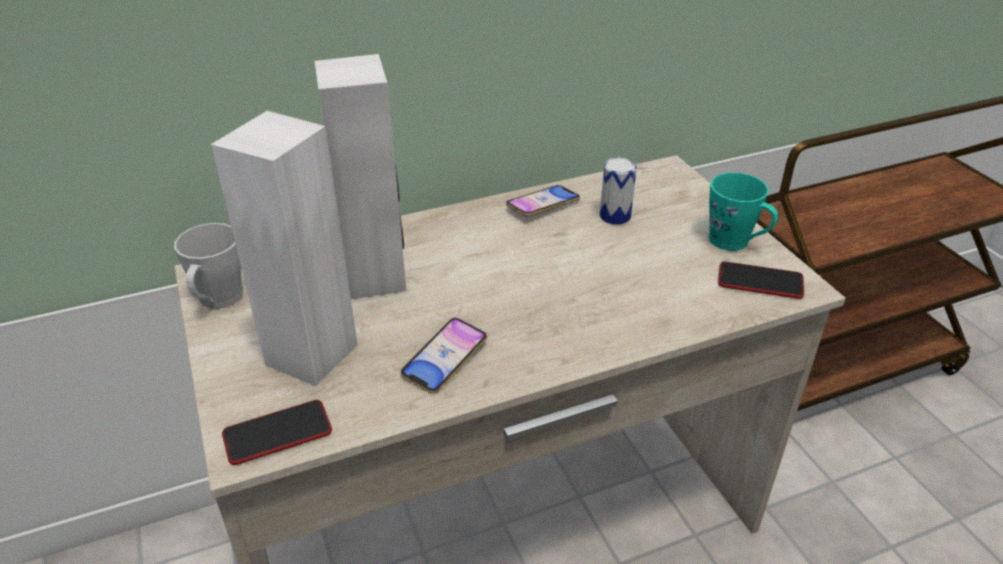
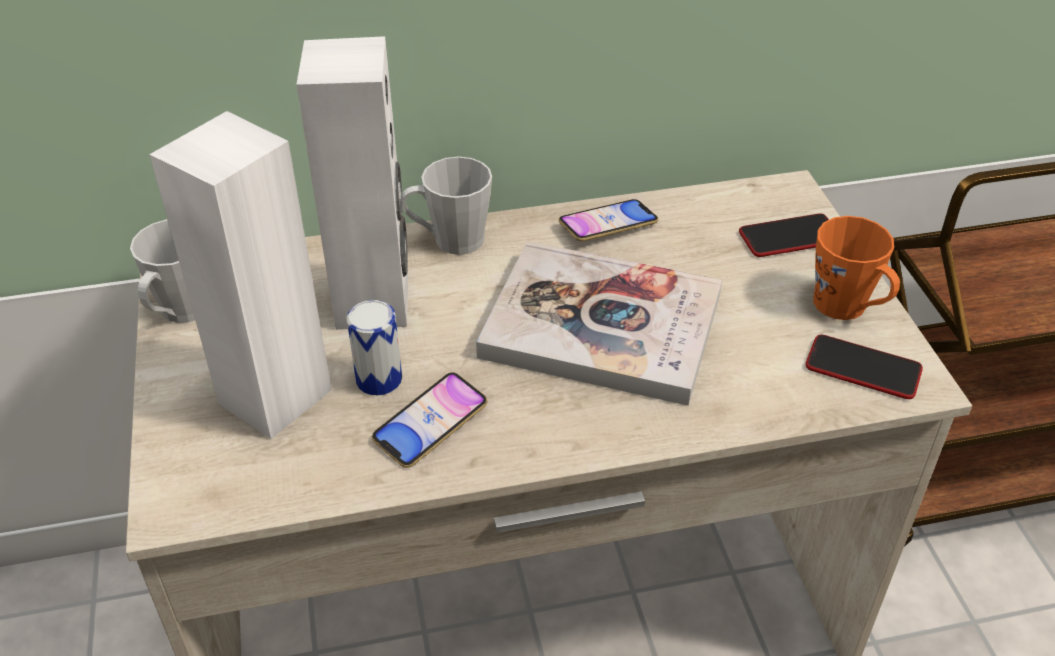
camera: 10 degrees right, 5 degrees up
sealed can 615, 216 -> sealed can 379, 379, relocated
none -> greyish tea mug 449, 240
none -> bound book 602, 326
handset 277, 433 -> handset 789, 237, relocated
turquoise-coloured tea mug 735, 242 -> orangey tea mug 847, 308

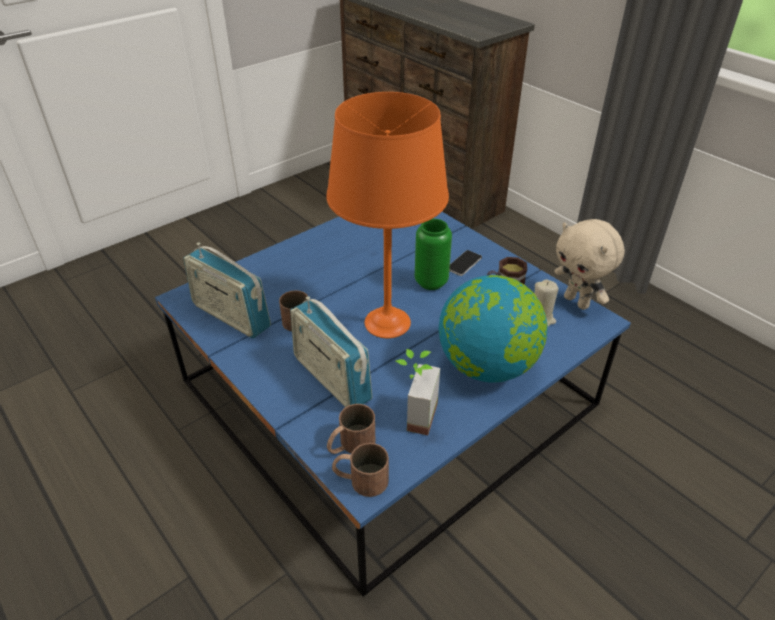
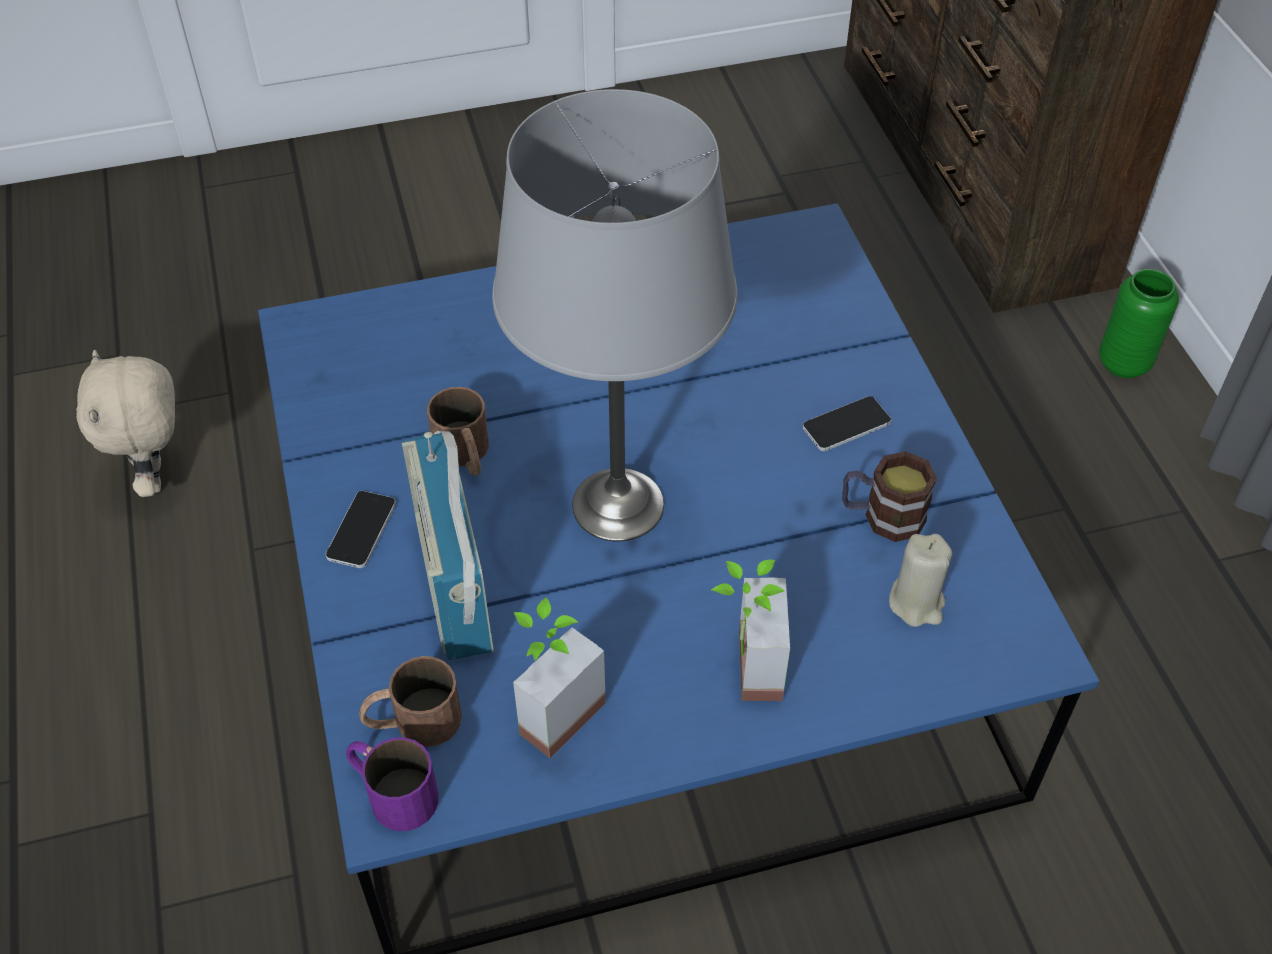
camera: 25 degrees right, 10 degrees up
beige-coloured cuddly toy 577, 302 -> beige-coloured cuddly toy 157, 477, relocated
none -> handset 361, 530
brownish tea mug 360, 479 -> purple tea mug 391, 791
orangey table lamp 387, 322 -> greyish table lamp 618, 503
desk globe 487, 366 -> plant in a pot 742, 665
green flower vase 431, 282 -> green flower vase 1123, 363, relocated
radio set 231, 316 -> none

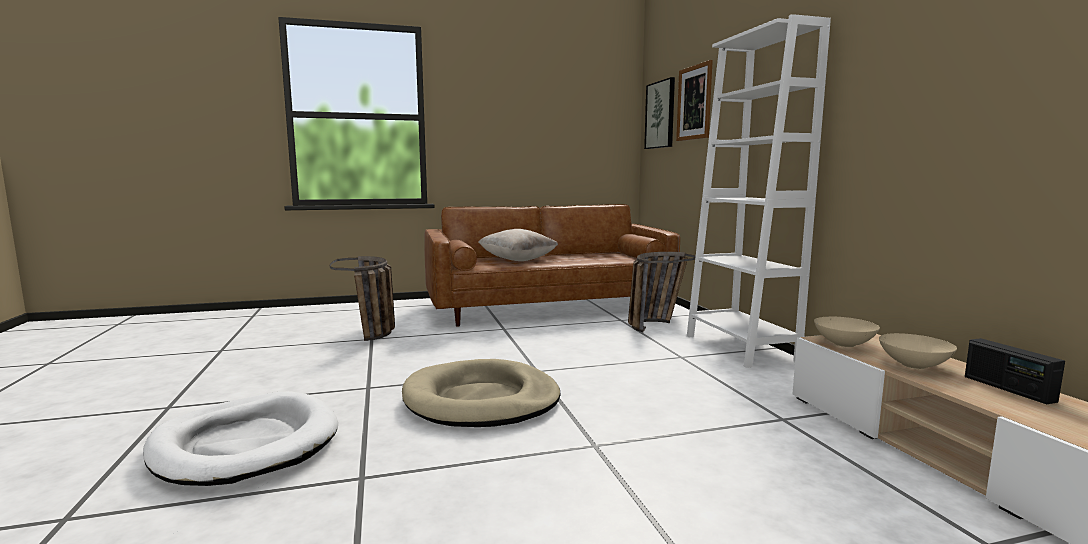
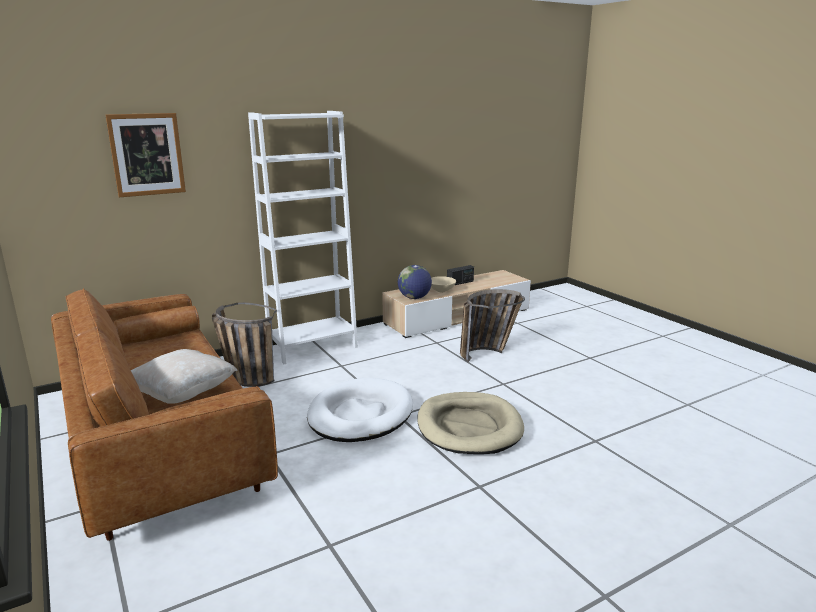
camera: 105 degrees left, 10 degrees up
whitish pet bed 246, 444 -> whitish pet bed 360, 415, relocated
beige-coloured deep dish 844, 344 -> desk globe 414, 298
storage basket 373, 336 -> storage basket 488, 353, relocated
picture 660, 115 -> none

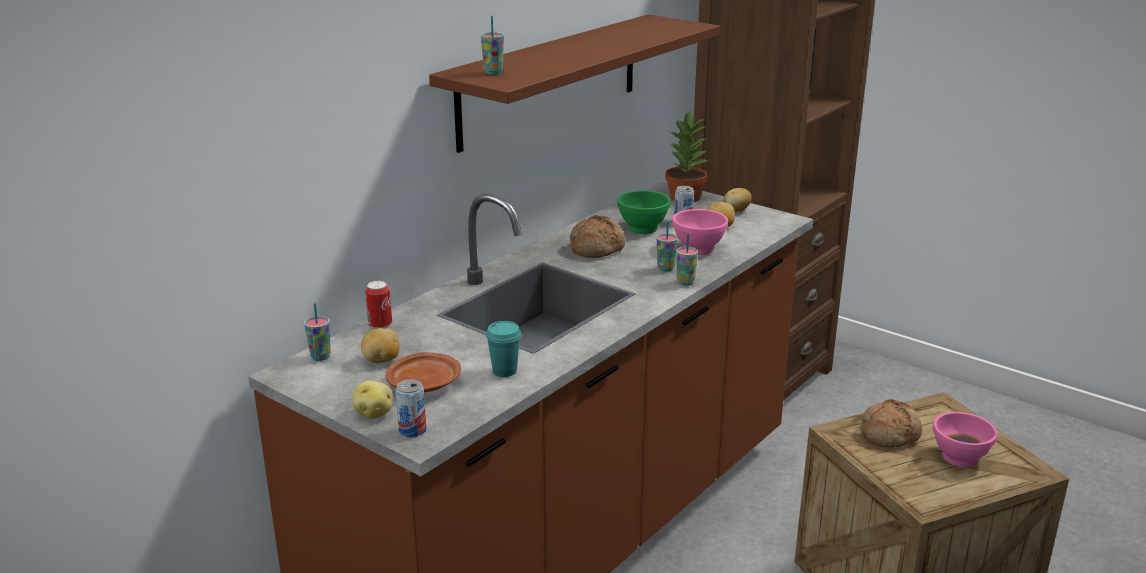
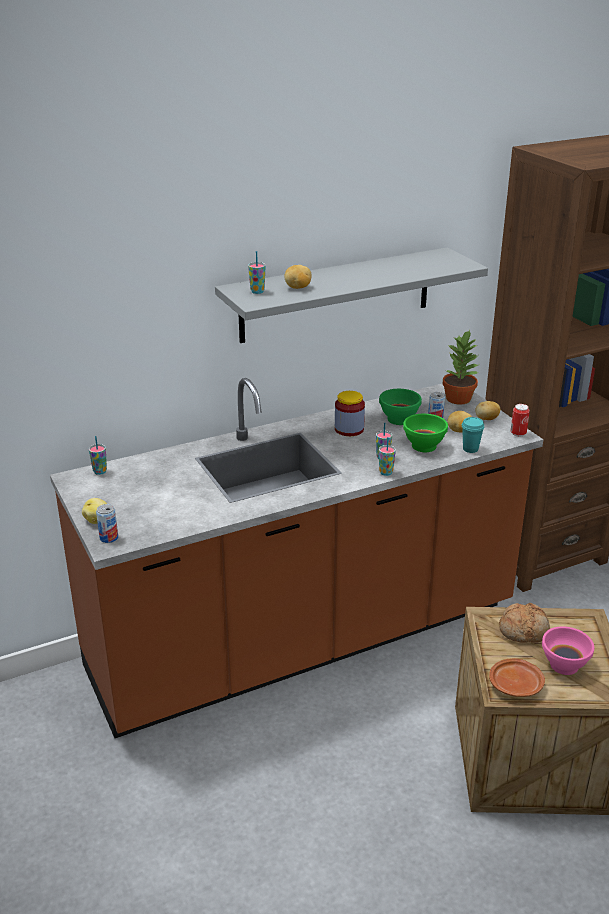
camera: 25 degrees right, 5 degrees up
brownish bracket shelf 550, 80 -> greyish bracket shelf 336, 295
spud 382, 360 -> spud 298, 287, relocated
baked bread 596, 248 -> jar 349, 429
pinkish deep dish 698, 248 -> green deep dish 424, 446
turquoise-coloured small cup 504, 371 -> turquoise-coloured small cup 470, 449, relocated
brownish plate 424, 384 -> brownish plate 516, 685, relocated
sealed can 380, 325 -> sealed can 518, 433, relocated

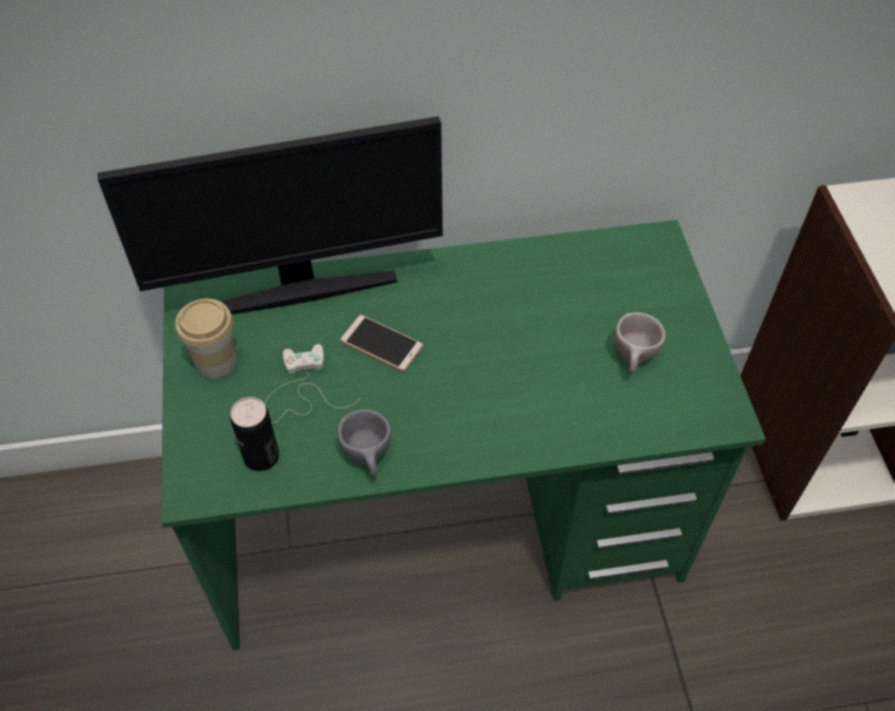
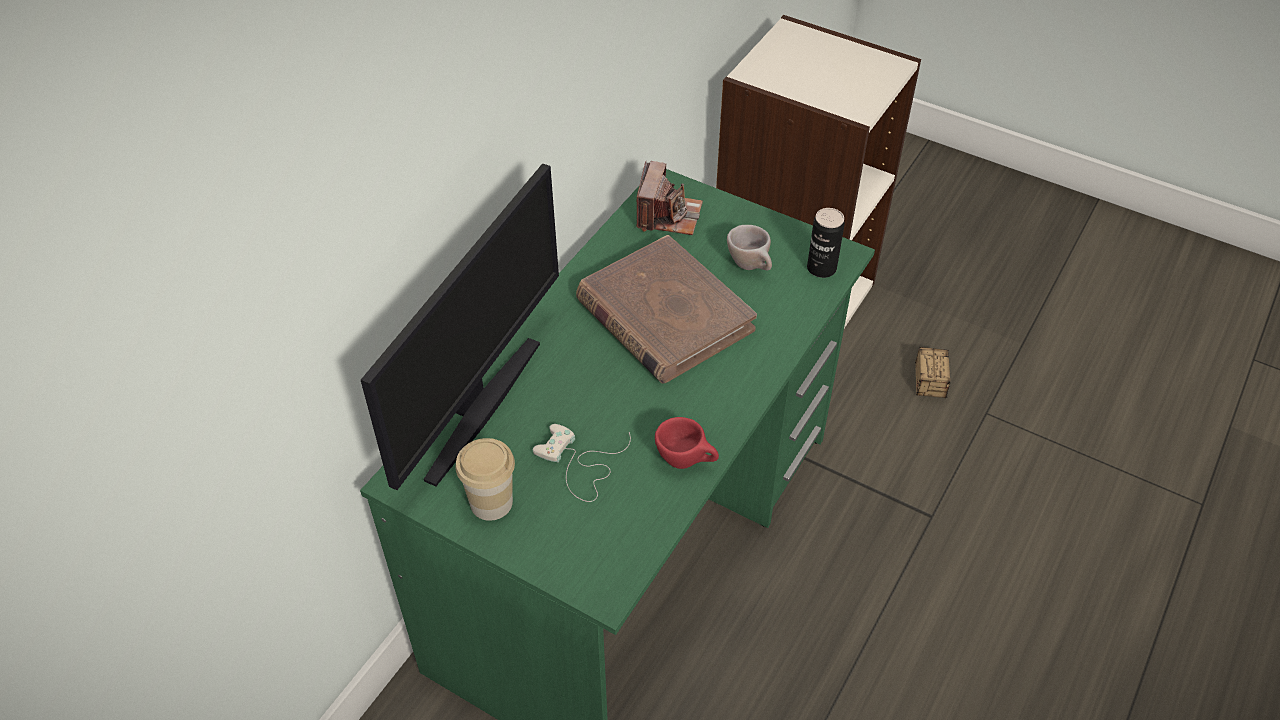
camera: 50 degrees left, 5 degrees down
none -> brownish bound book 663, 315
none -> photo camera 668, 215
greyish small cup 369, 459 -> reddish small cup 686, 461
sealed can 261, 456 -> sealed can 821, 268, relocated
none -> storage box 931, 404
handset 381, 344 -> none

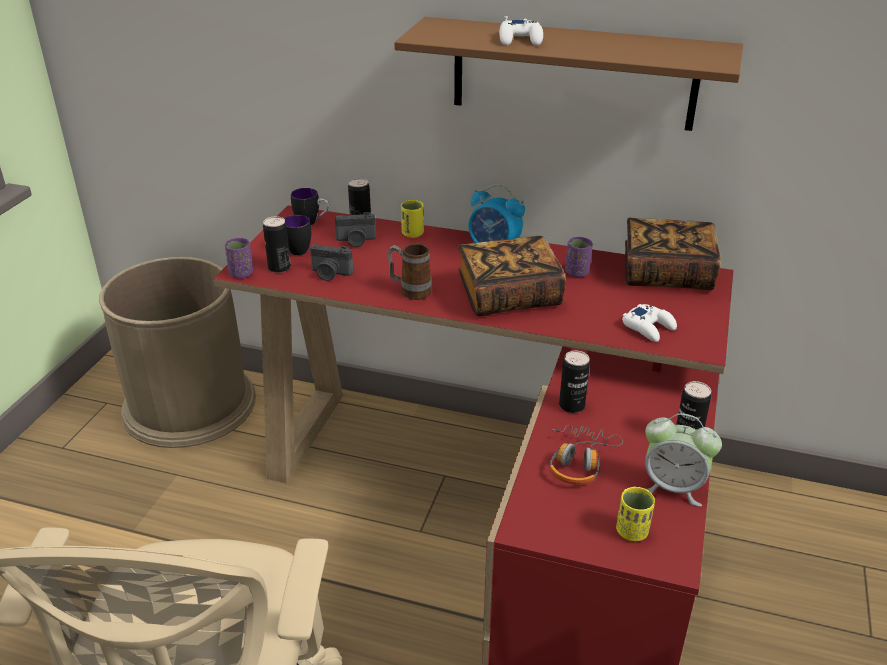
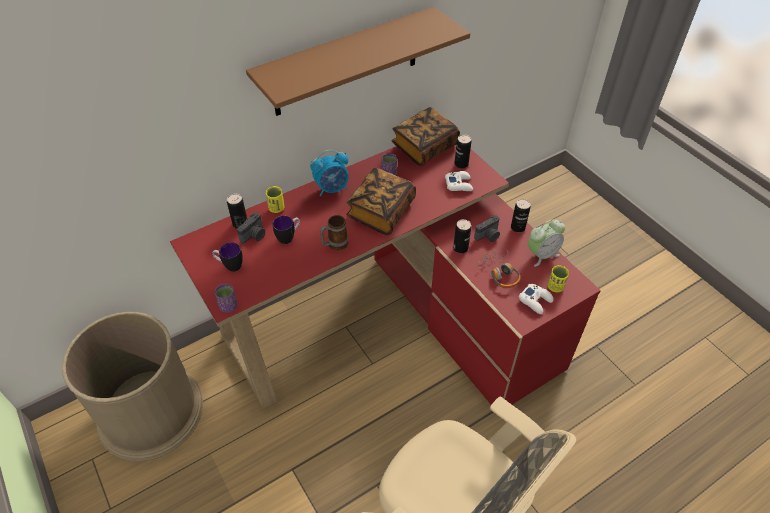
camera: 50 degrees left, 15 degrees up
tea mug 312, 222 -> tea mug 289, 237, relocated
sealed can 279, 267 -> sealed can 461, 164, relocated
photo camera 330, 274 -> photo camera 488, 236, relocated
whitish game controller 520, 40 -> whitish game controller 535, 301, relocated

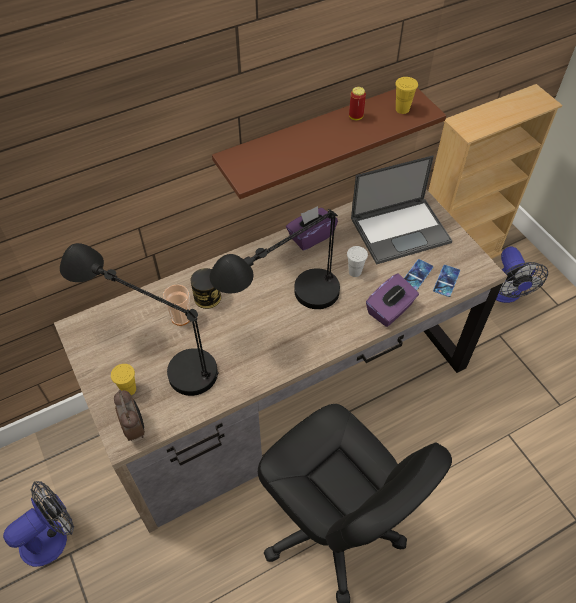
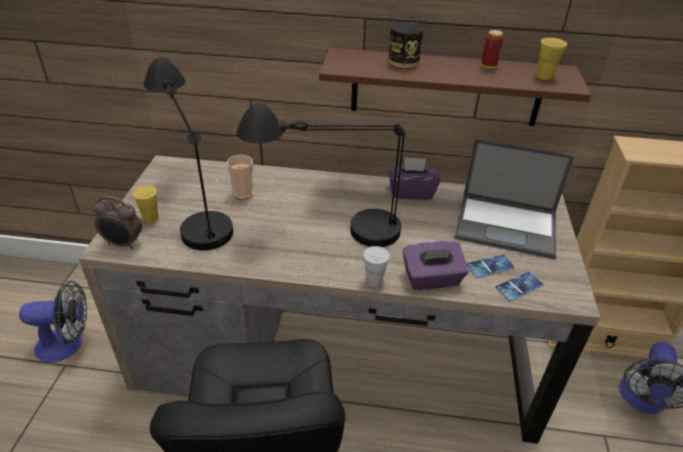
camera: 35 degrees right, 15 degrees down
table clock 135, 428 -> table clock 123, 244, 90 degrees clockwise
whitish small cup 355, 272 -> whitish small cup 374, 281, relocated
sealed can 207, 297 -> sealed can 403, 62, relocated

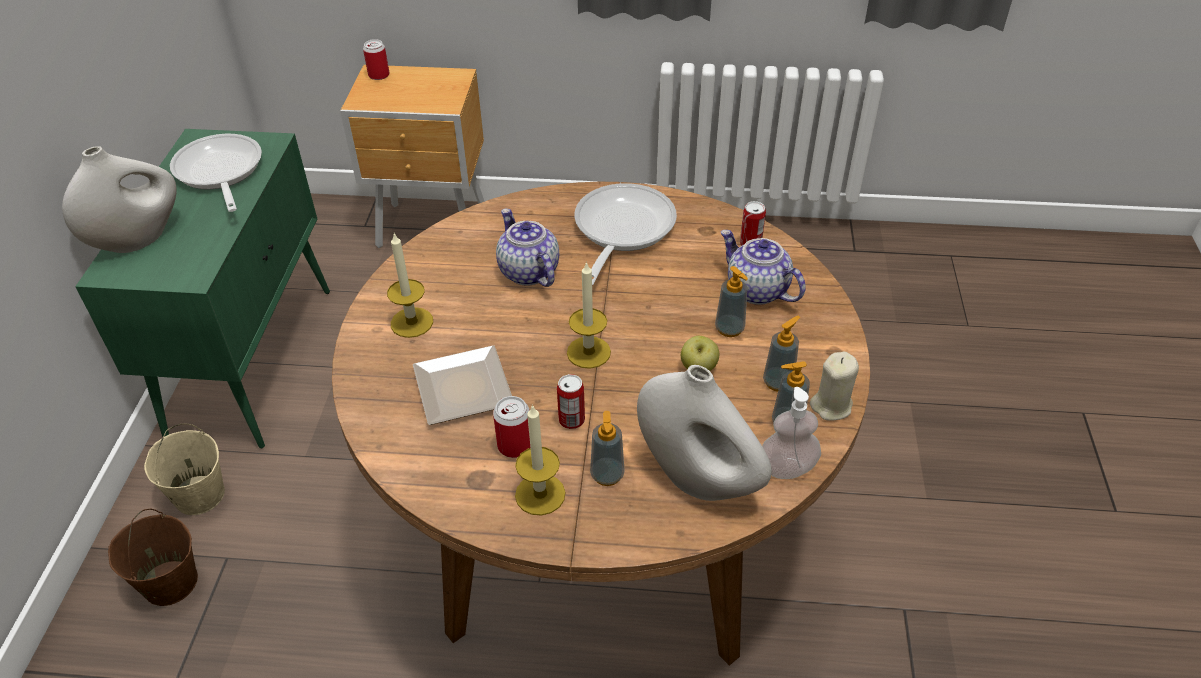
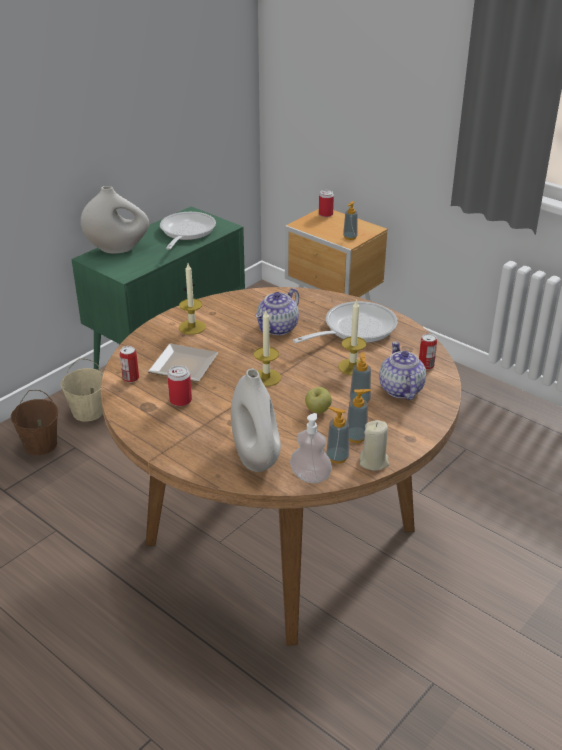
camera: 35 degrees right, 10 degrees down
sealed can 571, 420 -> sealed can 131, 378, relocated
pot for tea 528, 271 -> pot for tea 278, 328, 150 degrees counterclockwise
candle 540, 494 -> candle 352, 367, relocated
soap dispenser 607, 475 -> soap dispenser 350, 237, relocated

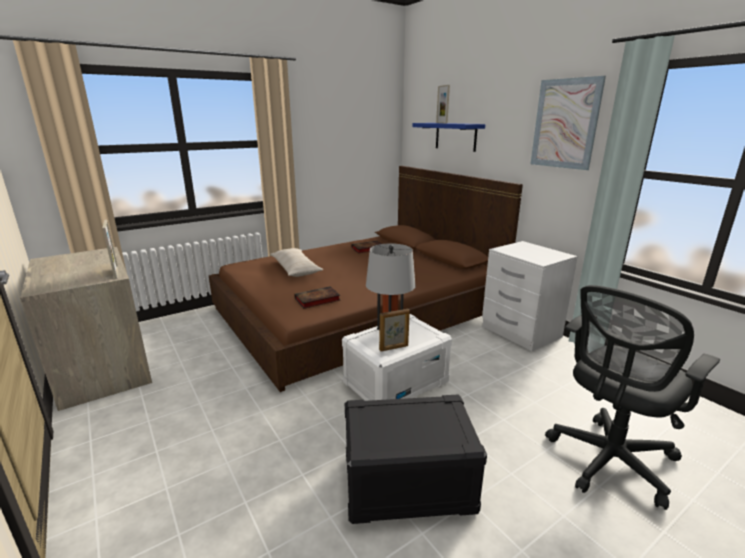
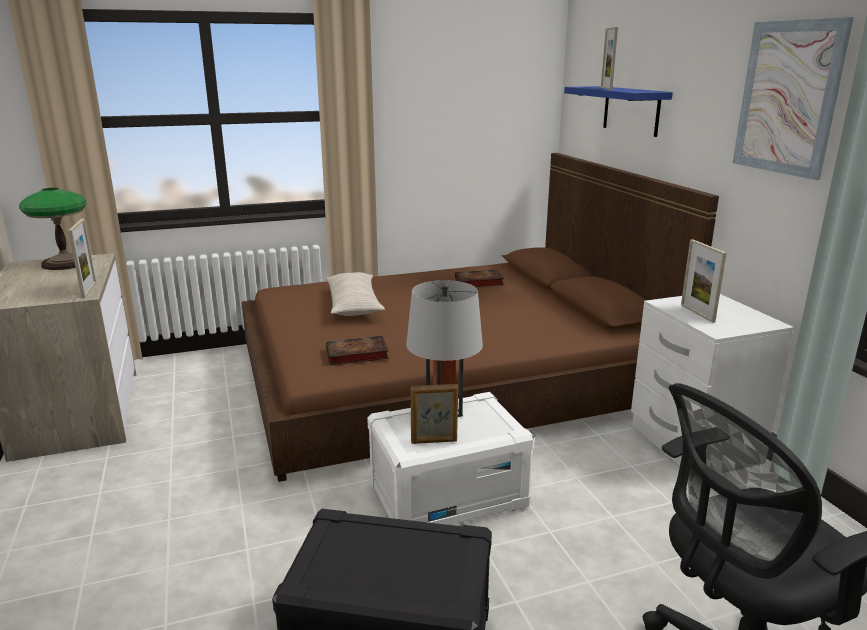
camera: 15 degrees right, 0 degrees up
none -> table lamp 65, 263
none -> standing frame 697, 313

